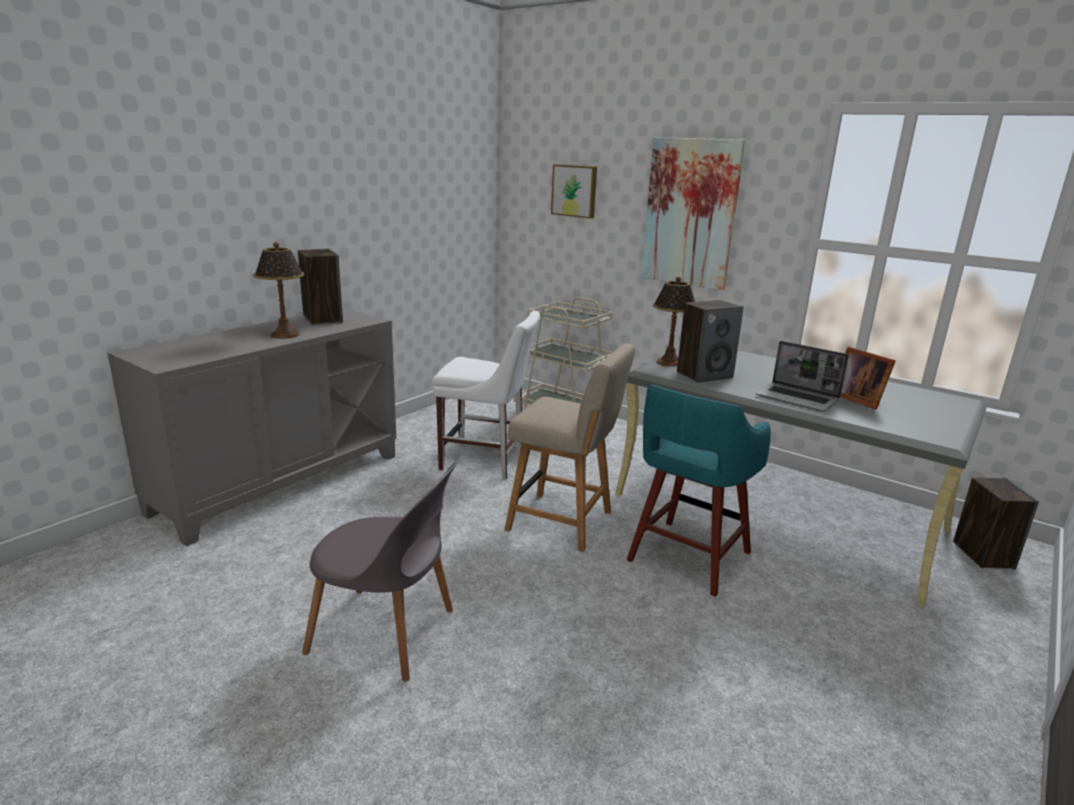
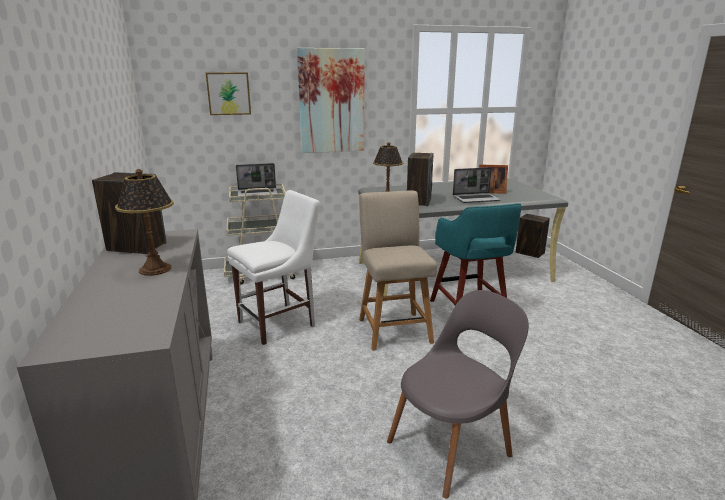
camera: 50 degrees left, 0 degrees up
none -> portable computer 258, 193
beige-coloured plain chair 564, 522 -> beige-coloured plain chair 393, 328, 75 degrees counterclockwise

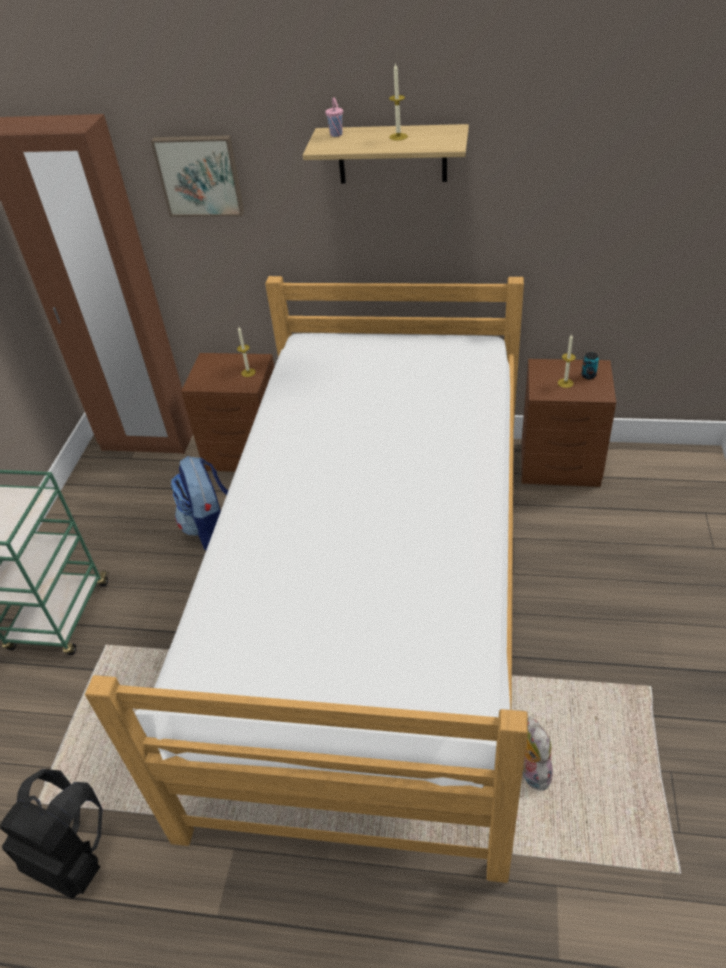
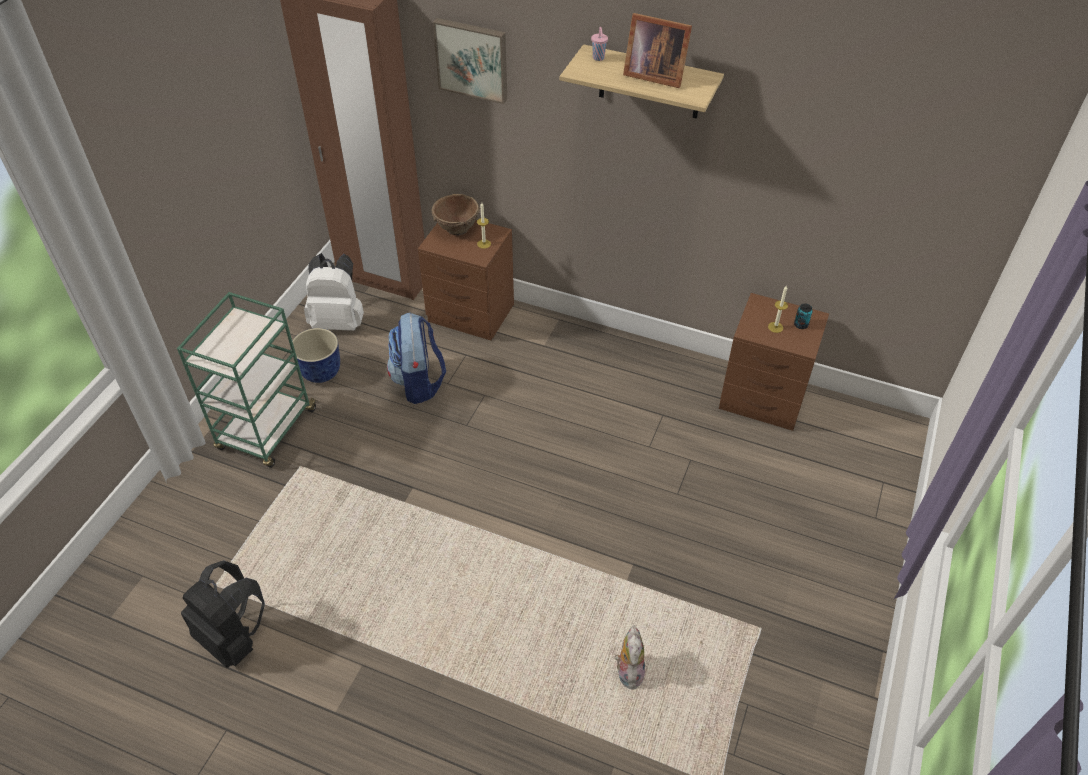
camera: 10 degrees right, 5 degrees up
none -> flower pot 322, 373
none -> whitish knapsack 339, 321
none -> brownish deep dish 457, 229
candle 398, 137 -> standing frame 653, 74
bedroom bed 376, 602 -> none

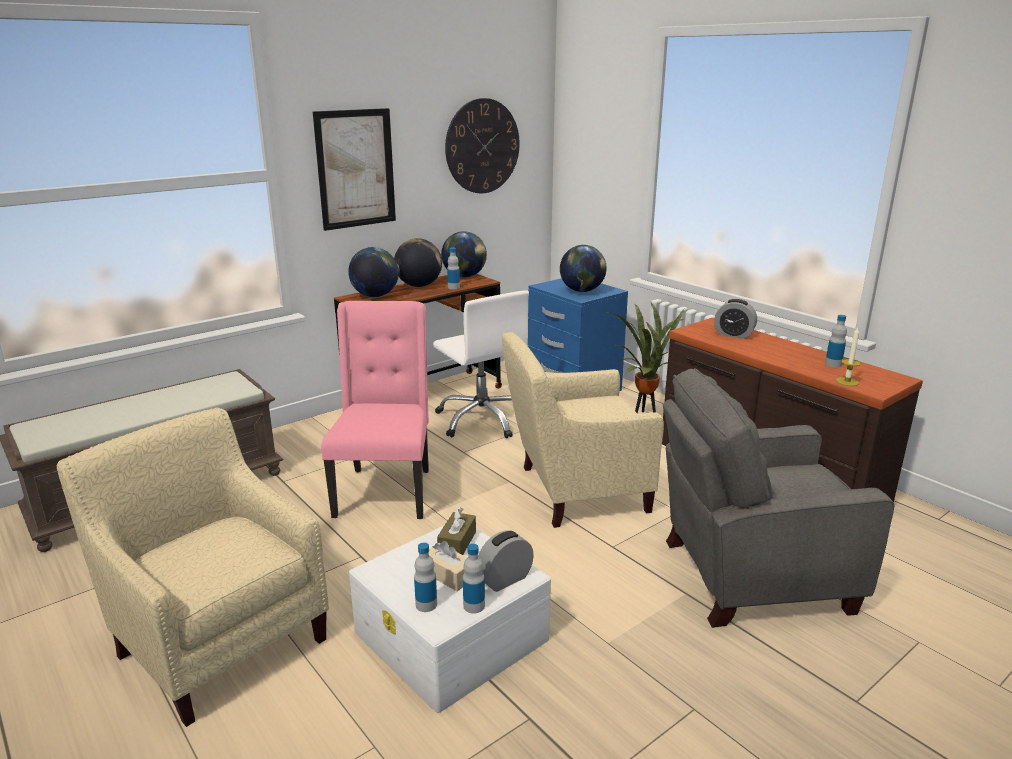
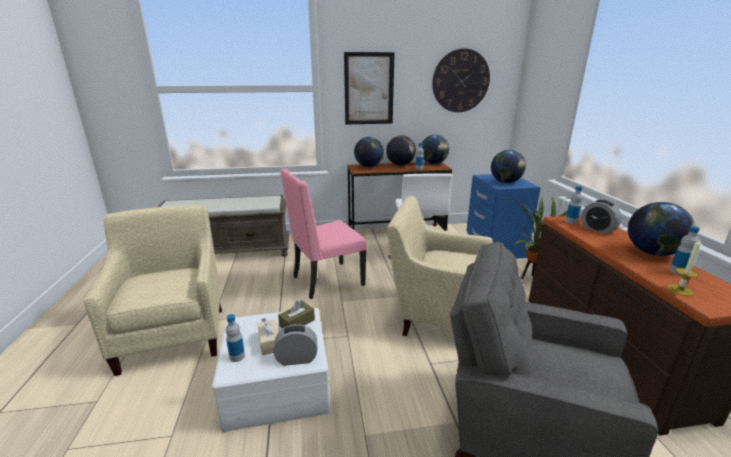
camera: 30 degrees right, 0 degrees up
pinkish plain chair 385, 492 -> pinkish plain chair 326, 281, 150 degrees counterclockwise
drink bottle 474, 606 -> drink bottle 571, 221, relocated
none -> desk globe 652, 253

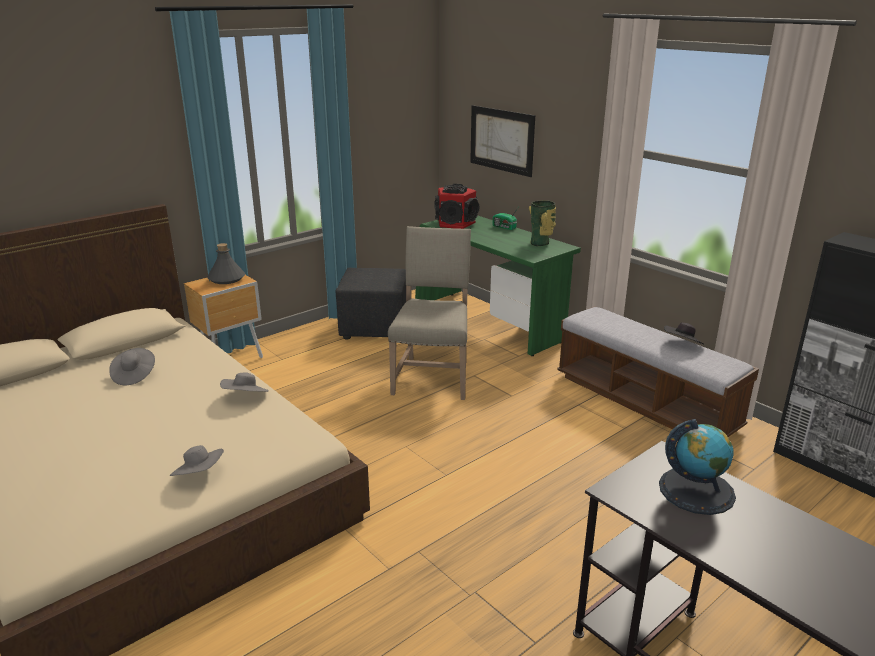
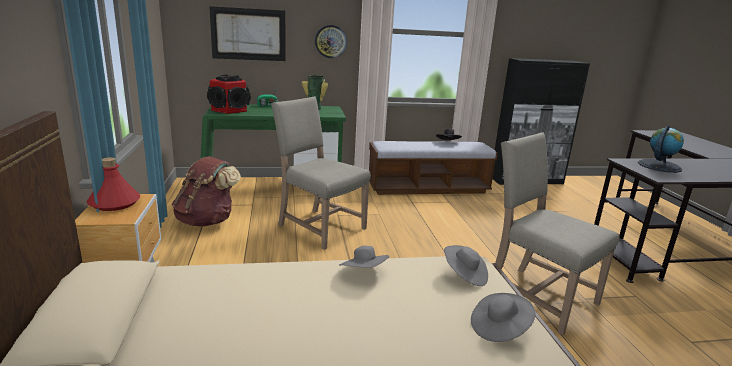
camera: 60 degrees left, 5 degrees down
greyish drink bottle 226, 279 -> reddish drink bottle 114, 203
black-coloured pouffe 375, 328 -> brownish knapsack 207, 221
none -> hanging clock 330, 41
greyish hat 134, 375 -> greyish hat 464, 275, relocated
none -> beige-coloured plain chair 537, 296

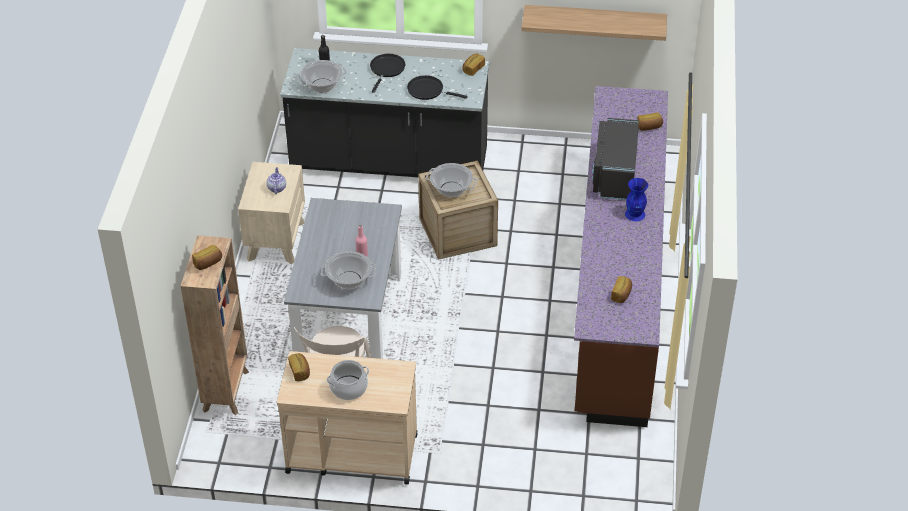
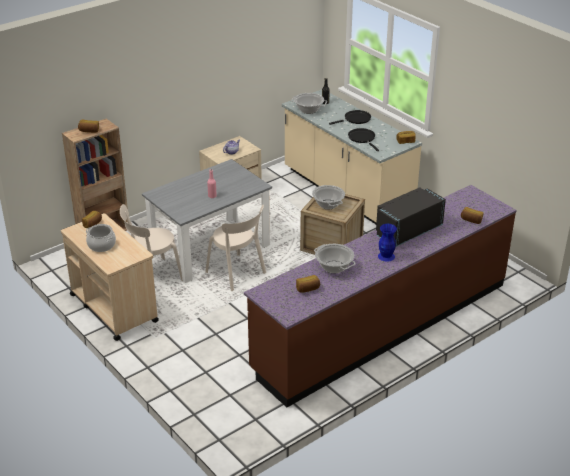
camera: 45 degrees right, 10 degrees down
none -> beige-coloured plain chair 237, 274
black-coloured counter 389, 161 -> beige-coloured counter 346, 193
cooking pot 349, 280 -> cooking pot 334, 267, relocated
bracket shelf 594, 21 -> none

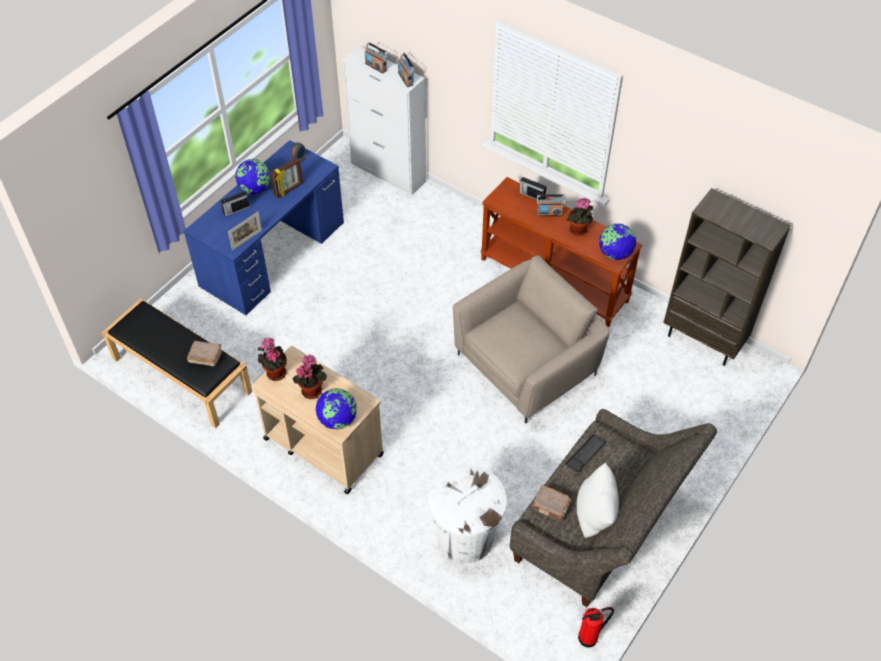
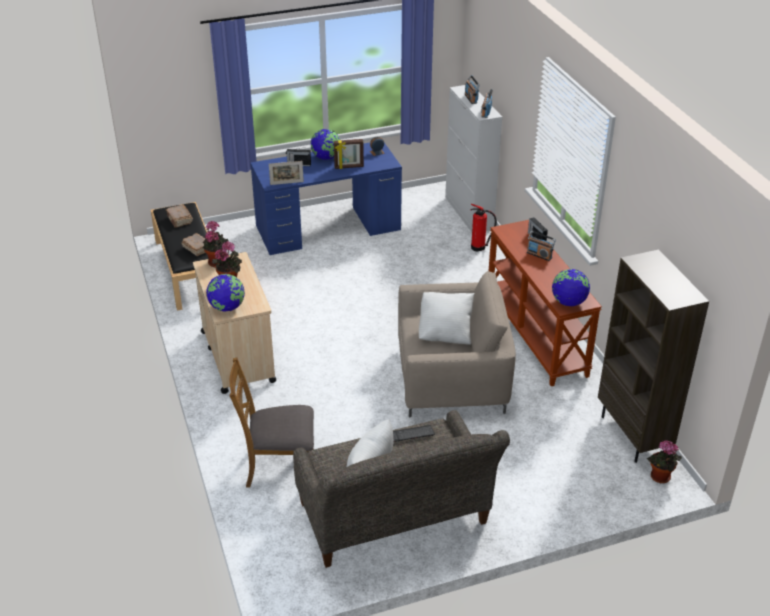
camera: 35 degrees right, 15 degrees down
brownish bound book 551, 507 -> brownish bound book 179, 220, relocated
whitish trash can 465, 537 -> brownish plain chair 279, 467
none -> whitish pillow 445, 332
extinguisher 590, 637 -> extinguisher 479, 247, relocated
plant in a pot 578, 231 -> plant in a pot 659, 478, relocated

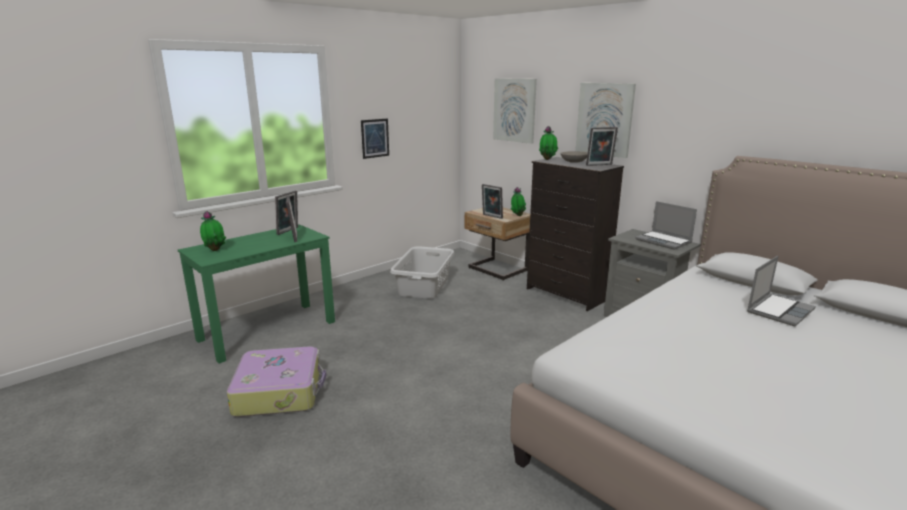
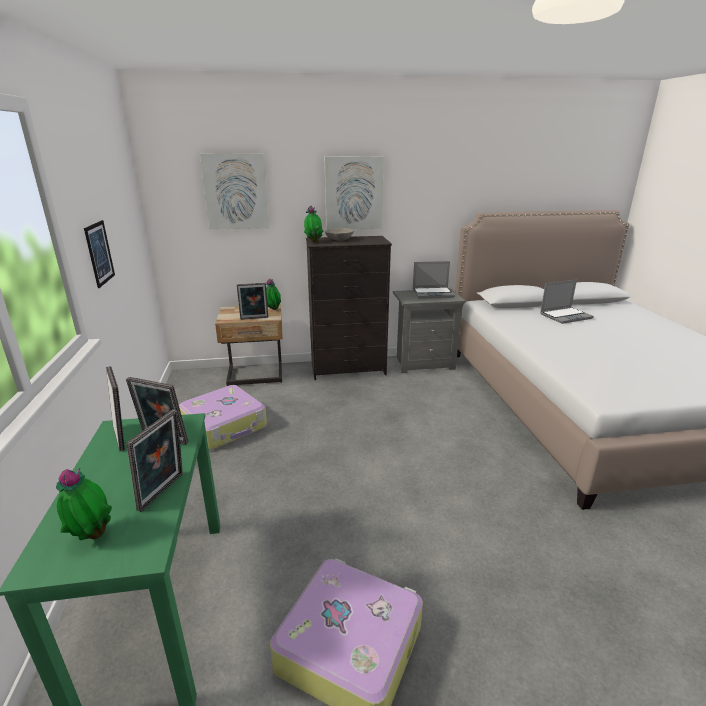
camera: 55 degrees left, 5 degrees up
standing frame 600, 165 -> standing frame 164, 492, relocated
greyish laundry basket 425, 285 -> suitcase 225, 426
portable computer 779, 310 -> portable computer 565, 316, 75 degrees clockwise

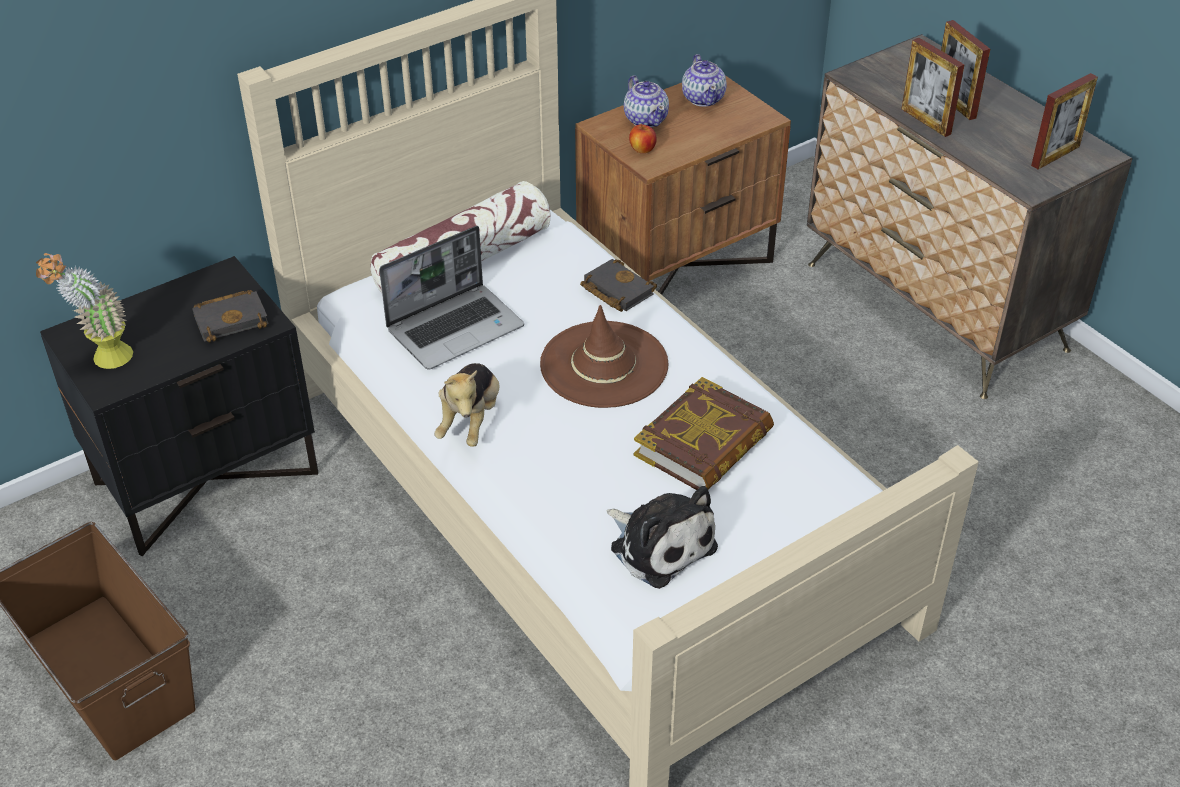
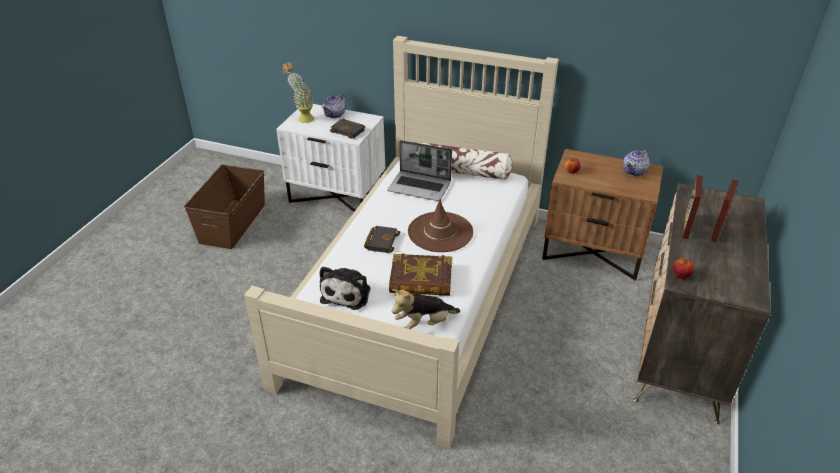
camera: 55 degrees right, 5 degrees down
black-coloured night table 206, 476 -> whitish night table 337, 196
pot for tea 646, 119 -> pot for tea 335, 114, relocated
black-coloured bound book 615, 290 -> black-coloured bound book 381, 241, relocated
cuddly toy 470, 421 -> cuddly toy 423, 325, relocated
none -> whole apple 681, 275
standing frame 1055, 156 -> none

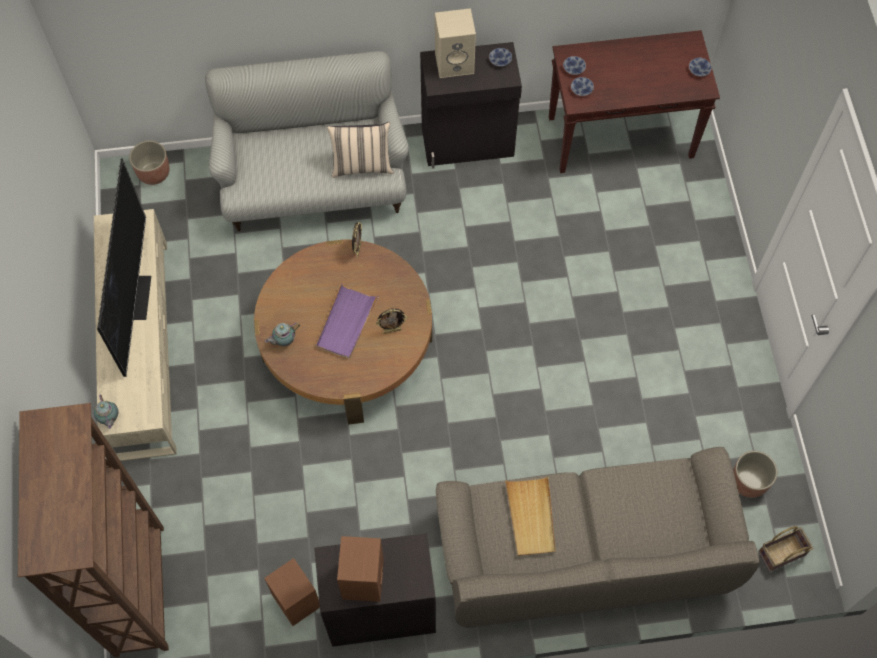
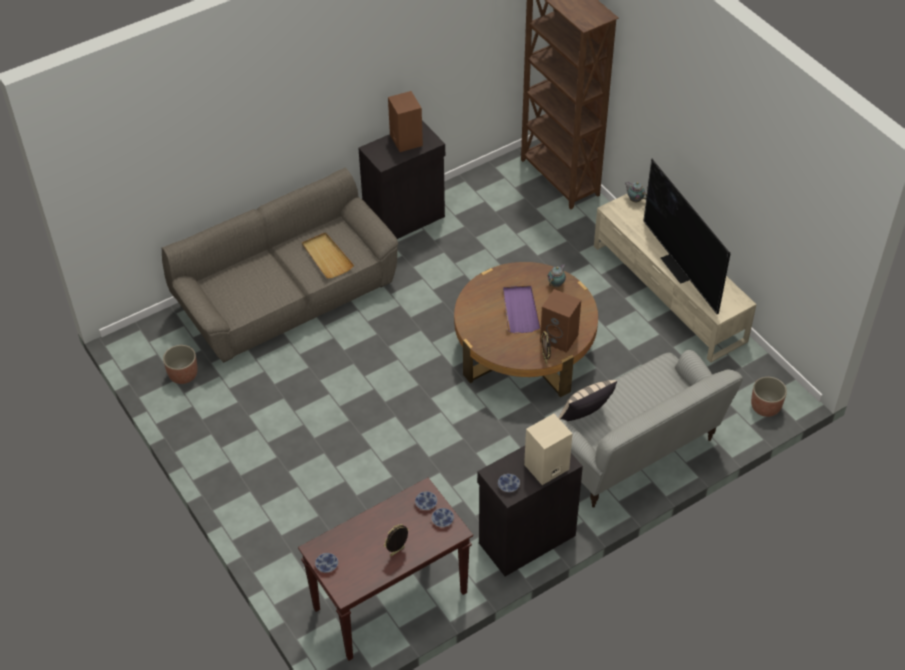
camera: 155 degrees right, 15 degrees down
standing frame 392, 330 -> standing frame 397, 552, relocated
brownish loudspeaker 295, 600 -> brownish loudspeaker 560, 338, relocated
storage basket 781, 554 -> none

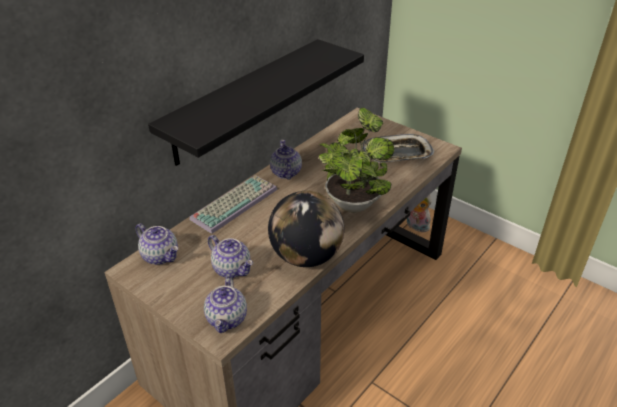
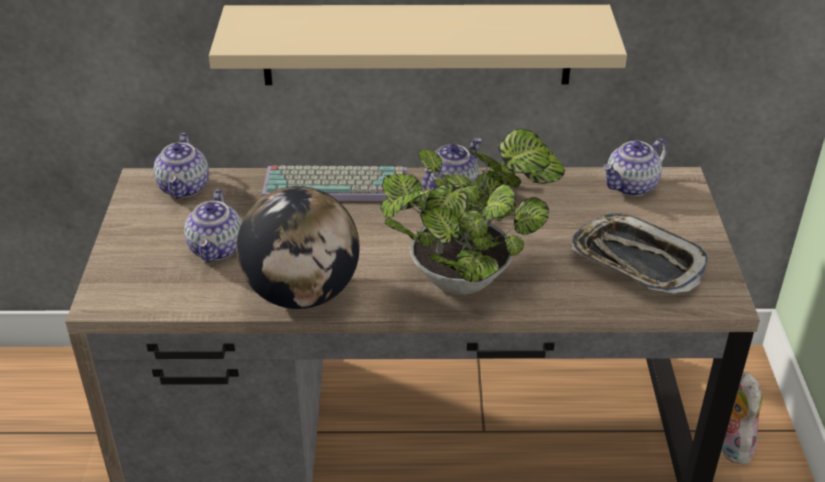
camera: 50 degrees right, 0 degrees up
black-coloured bracket shelf 244, 100 -> beige-coloured bracket shelf 417, 45
pot for tea 227, 319 -> pot for tea 631, 186, relocated

